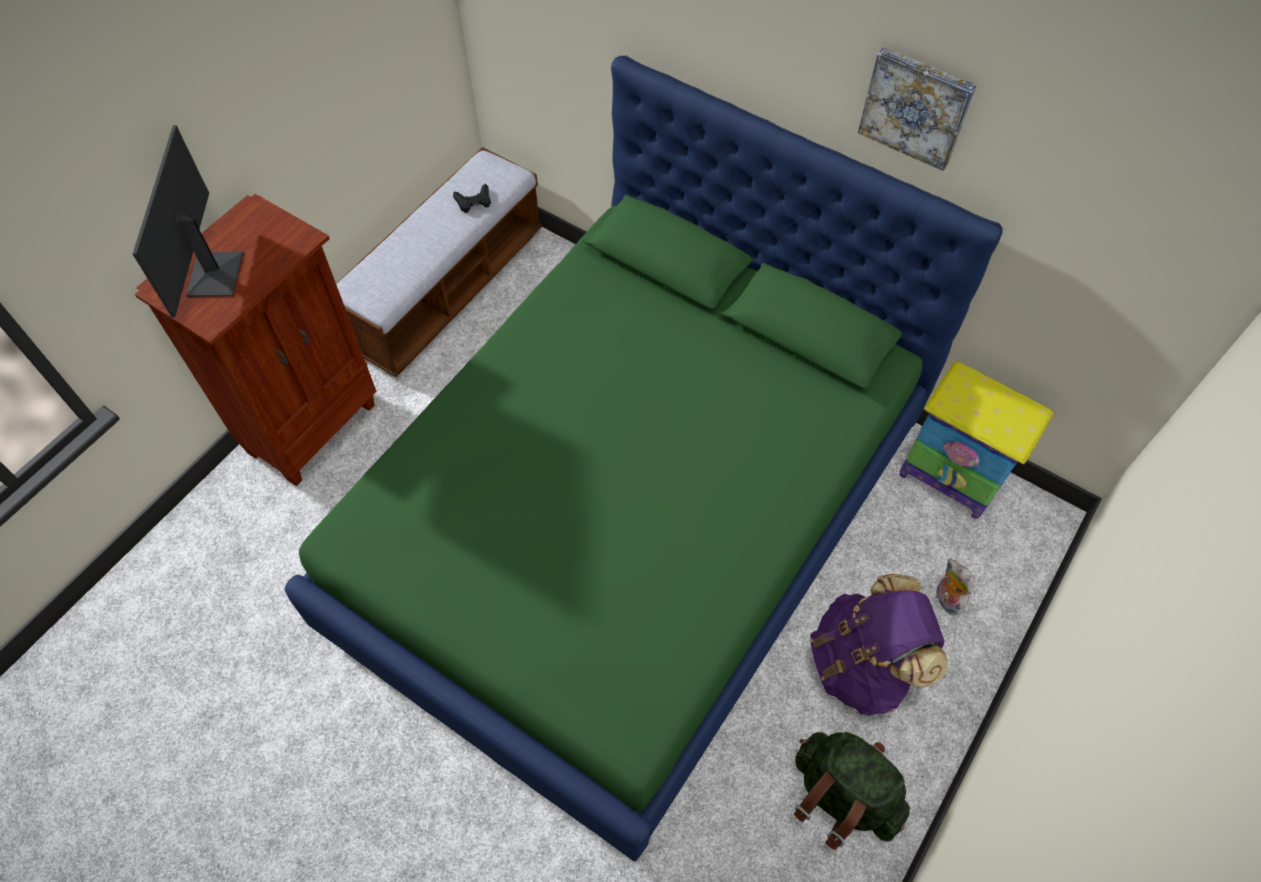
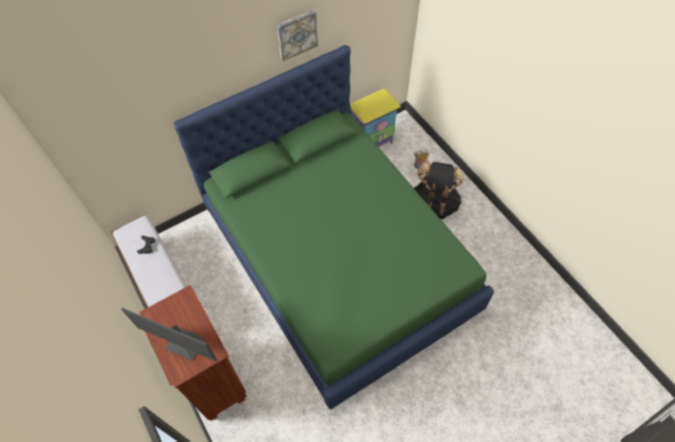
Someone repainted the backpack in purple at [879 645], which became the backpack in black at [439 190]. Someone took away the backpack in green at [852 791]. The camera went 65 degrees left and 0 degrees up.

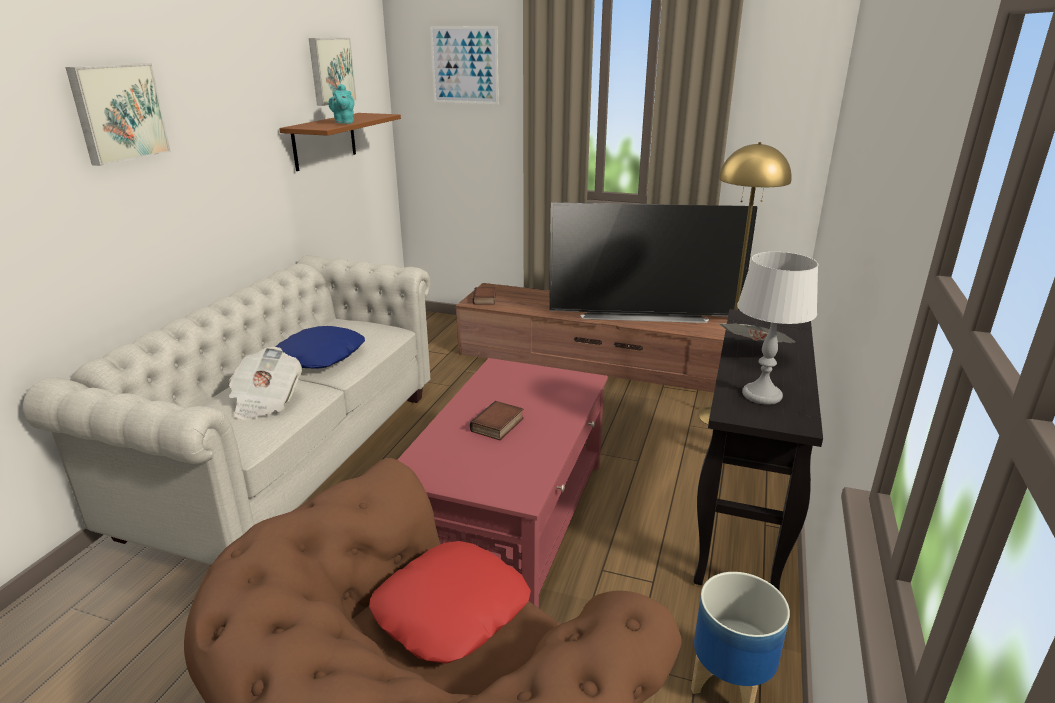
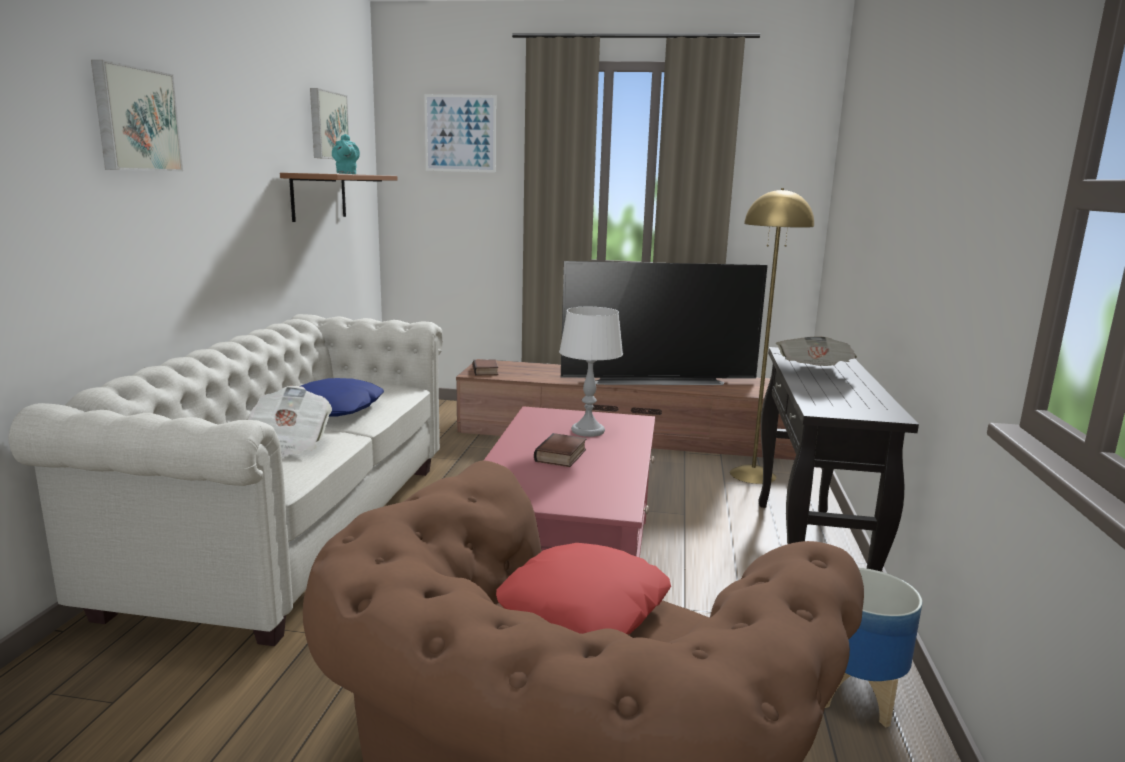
Someone carried the table lamp in grey from [778 328] to [591 372]. The camera went 10 degrees left and 10 degrees down.

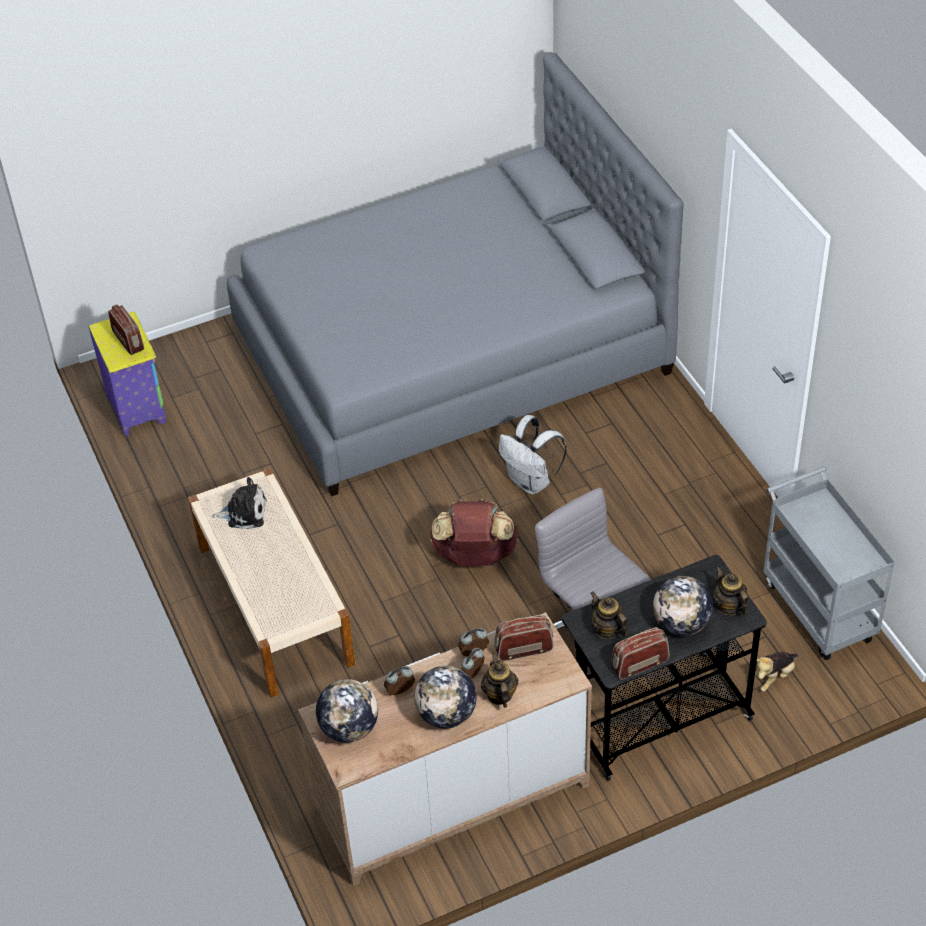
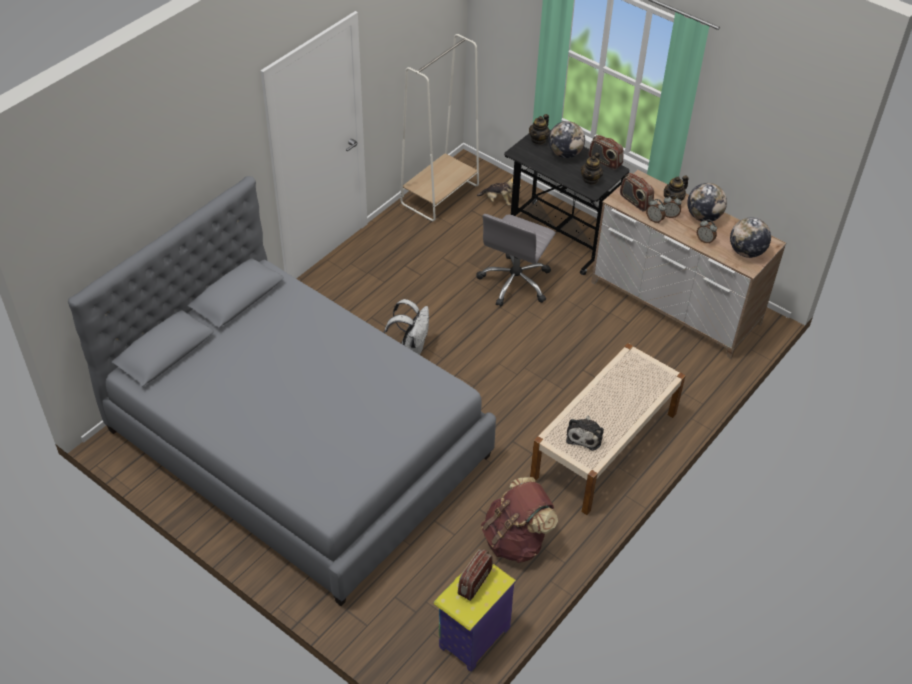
Someone swapped the cart in grey at [829 563] for the clothes rack at [439 127]. Someone rotated the plush toy at [239 503] by 135 degrees counterclockwise. Someone carried the backpack in brown from [474 532] to [519 520]. The camera went 120 degrees left and 0 degrees up.

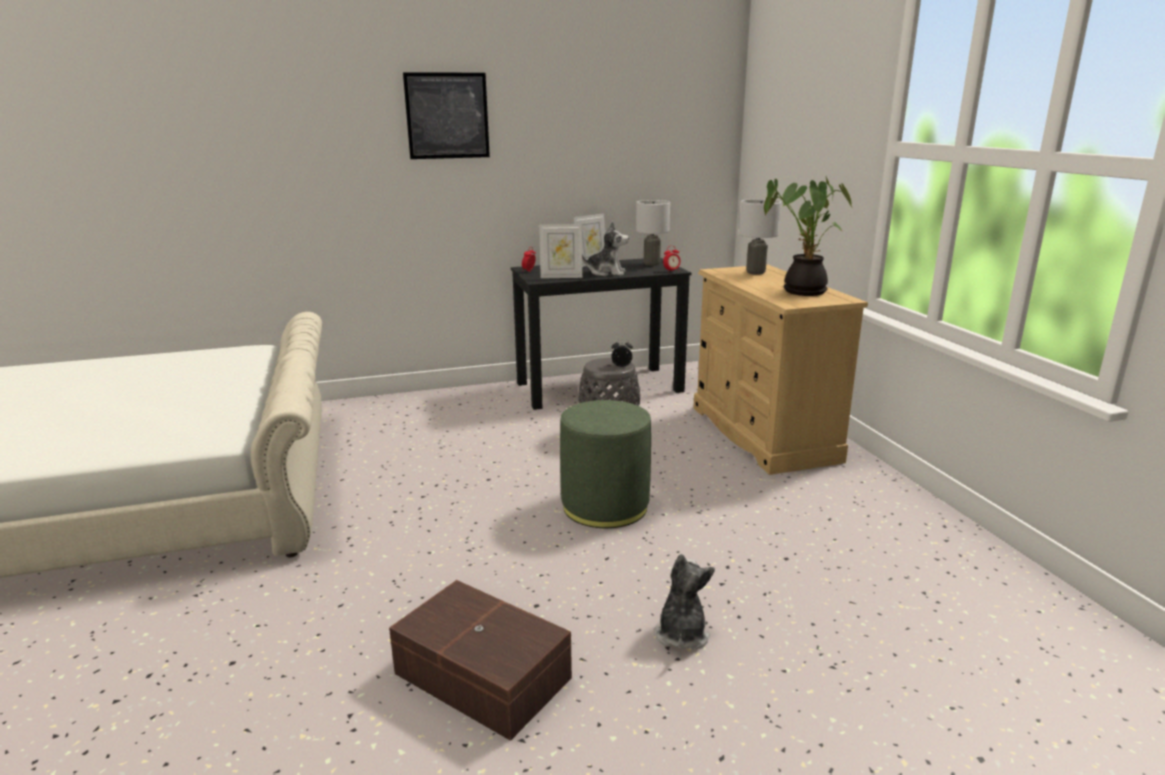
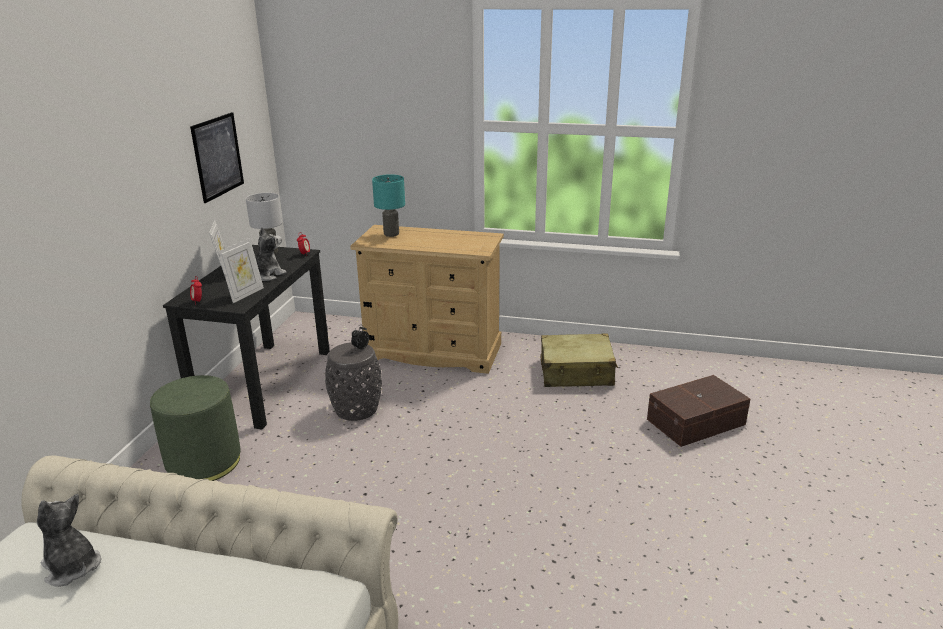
Someone carried the picture from [446 115] to [217 157]. Someone took away the potted plant at [808 236]. Someone repainted the table lamp in white at [760 237], which became the table lamp in turquoise at [388 205]. Someone carried the ottoman in green from [605 464] to [195 428]. Someone carried the plush toy from [685 602] to [69 540]. Someone carried the storage box in brown from [480 660] to [698 411]. Someone put down the suitcase in beige at [579 360]. The camera went 60 degrees left and 5 degrees up.

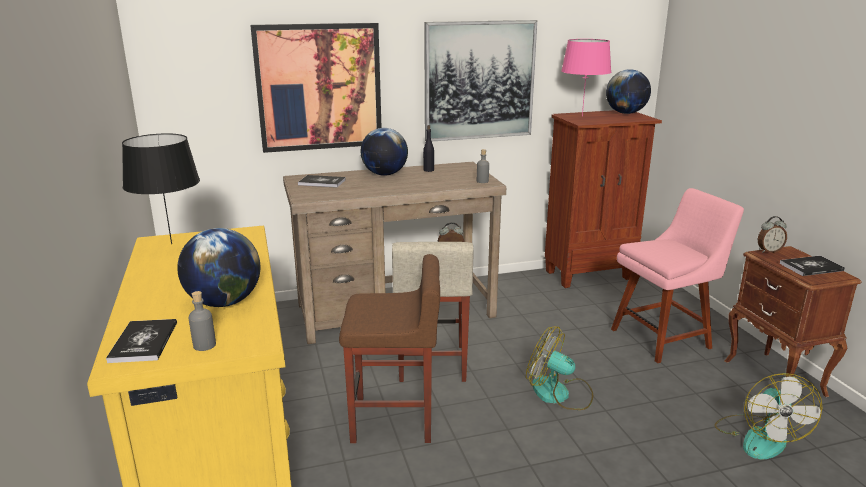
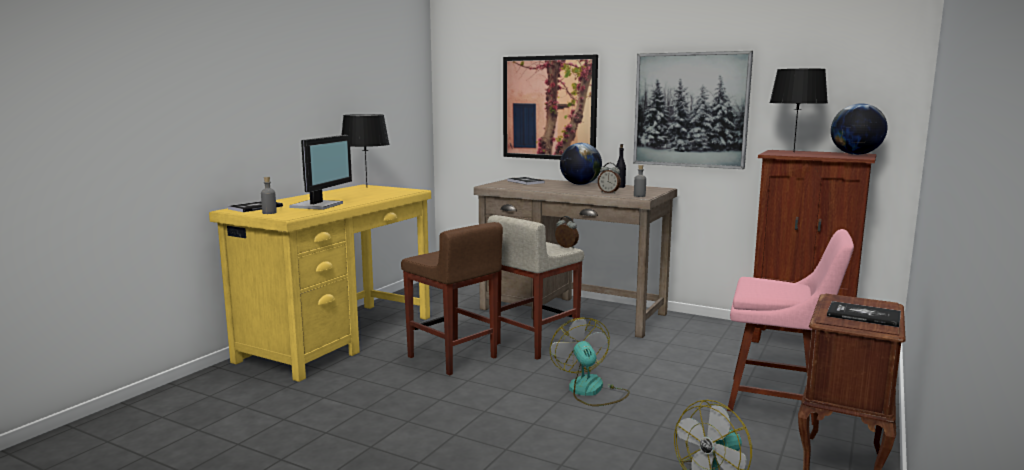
Someone repainted the table lamp in pink at [586 77], which became the table lamp in black at [799 110]. Someone carried the alarm clock from [772 234] to [609 178]. Someone swapped the globe at [218 267] for the monitor at [320 172]. The camera went 45 degrees right and 10 degrees down.

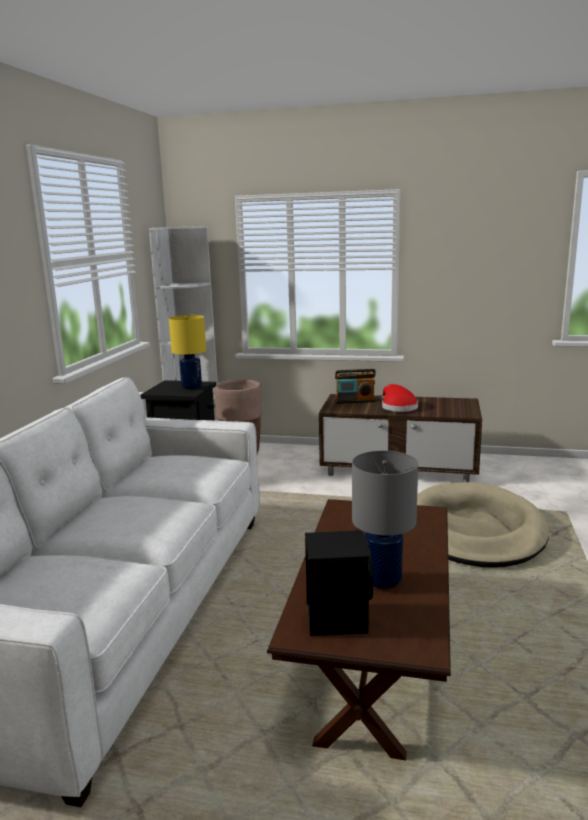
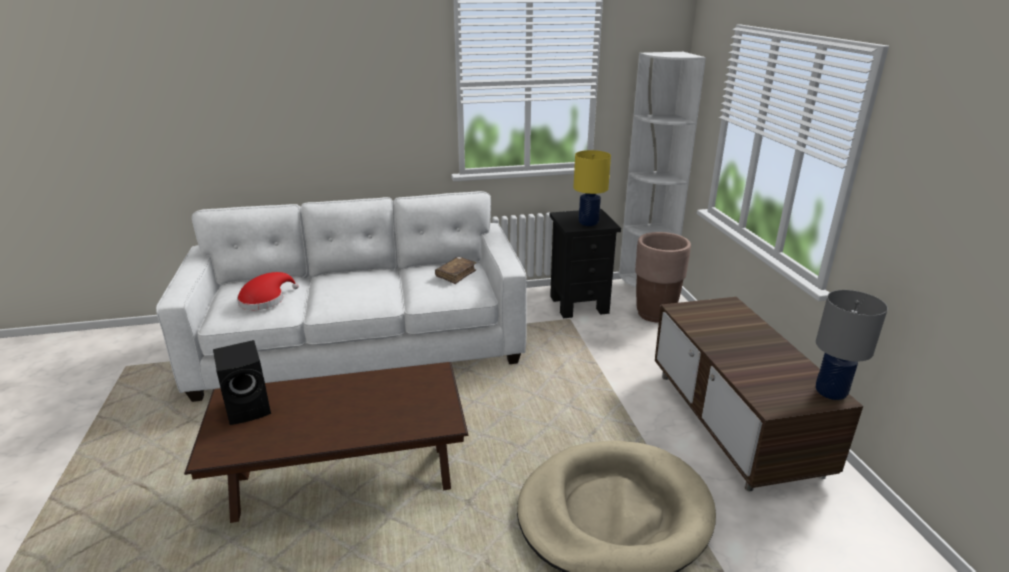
Someone took away the radio at [355 386]. Someone carried the hat in red from [399 398] to [268 291]. Someone carried the table lamp in grey from [385 520] to [852 345]. Someone put down the book in brown at [456 270]. The camera went 65 degrees right and 10 degrees up.

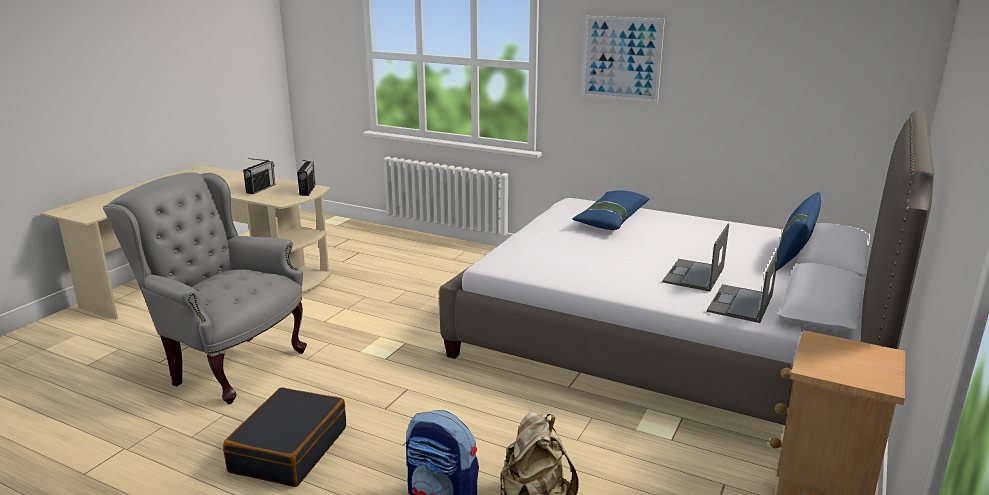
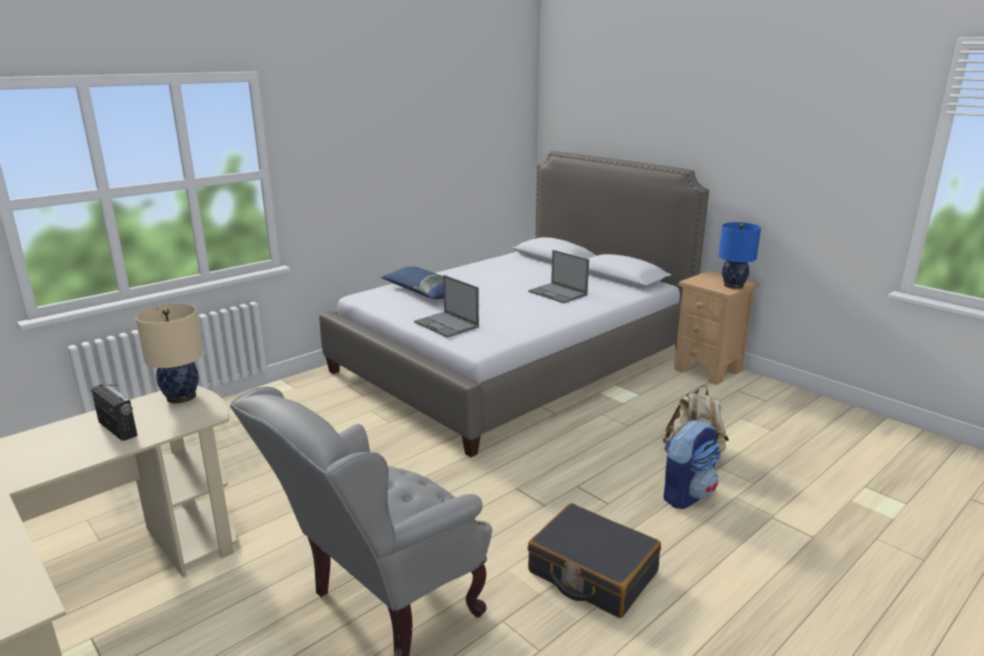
Someone took away the picture at [623 59]. Someone swapped the radio at [306 178] for the table lamp in beige at [169 353]. Someone took away the pillow in blue at [798 231]. Someone carried the laptop from [743 285] to [446 306]. Someone put down the table lamp in blue at [740 255]. The camera went 70 degrees left and 0 degrees up.

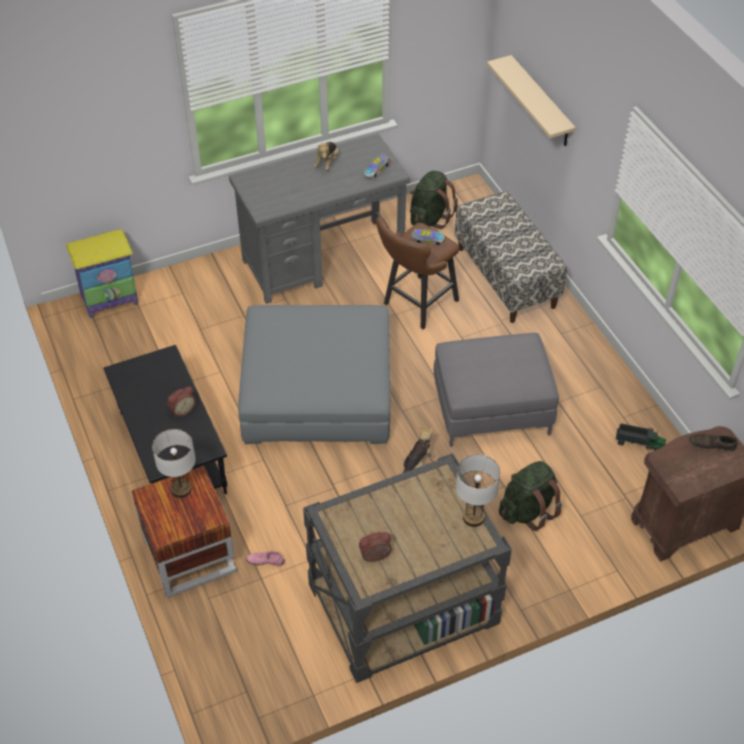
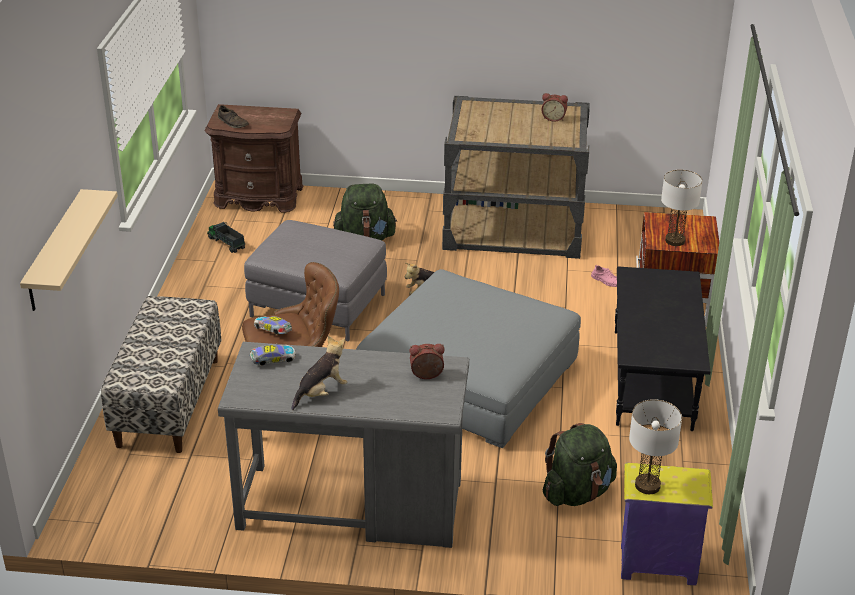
Someone carried the backpack in green from [434 200] to [580 464]. Someone carried the alarm clock from [181 401] to [427 361]. Someone carried the table lamp from [478 490] to [655 446]. The camera went 150 degrees left and 15 degrees down.

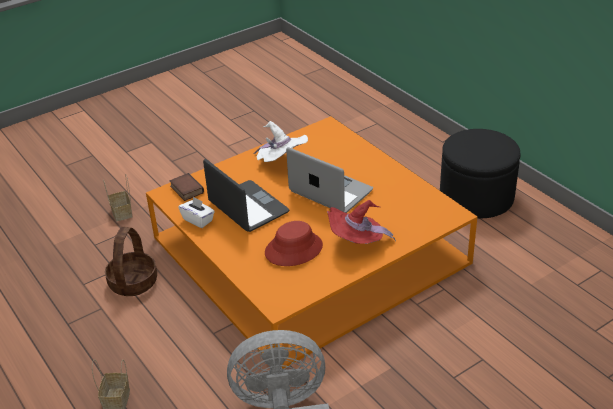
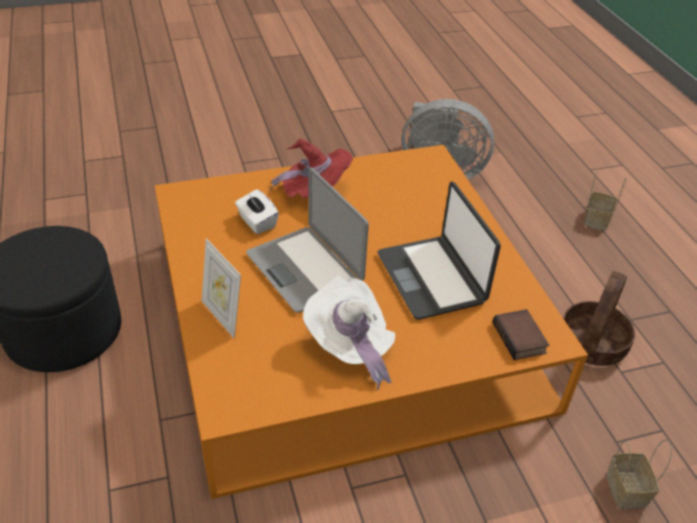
Someone carried the tissue box in white from [196 212] to [257 211]. Someone took away the hat in red at [294 243]. Someone put down the picture frame at [221 288]. The camera went 165 degrees left and 5 degrees up.

